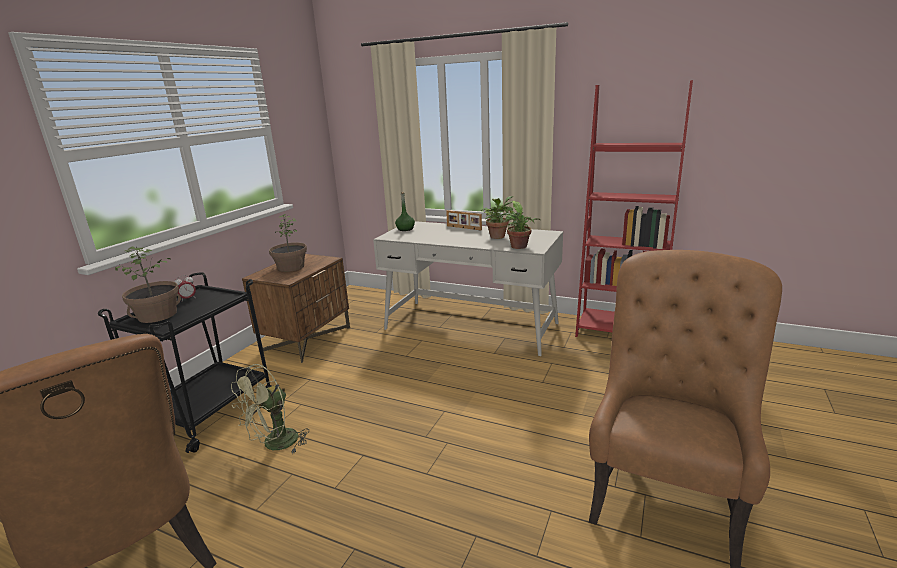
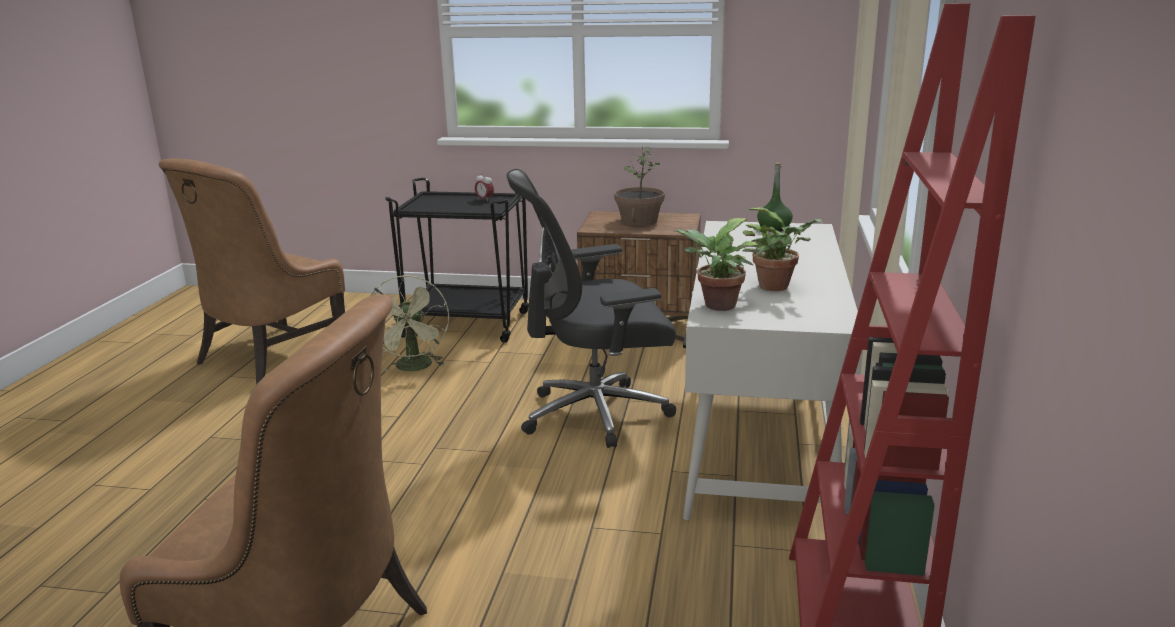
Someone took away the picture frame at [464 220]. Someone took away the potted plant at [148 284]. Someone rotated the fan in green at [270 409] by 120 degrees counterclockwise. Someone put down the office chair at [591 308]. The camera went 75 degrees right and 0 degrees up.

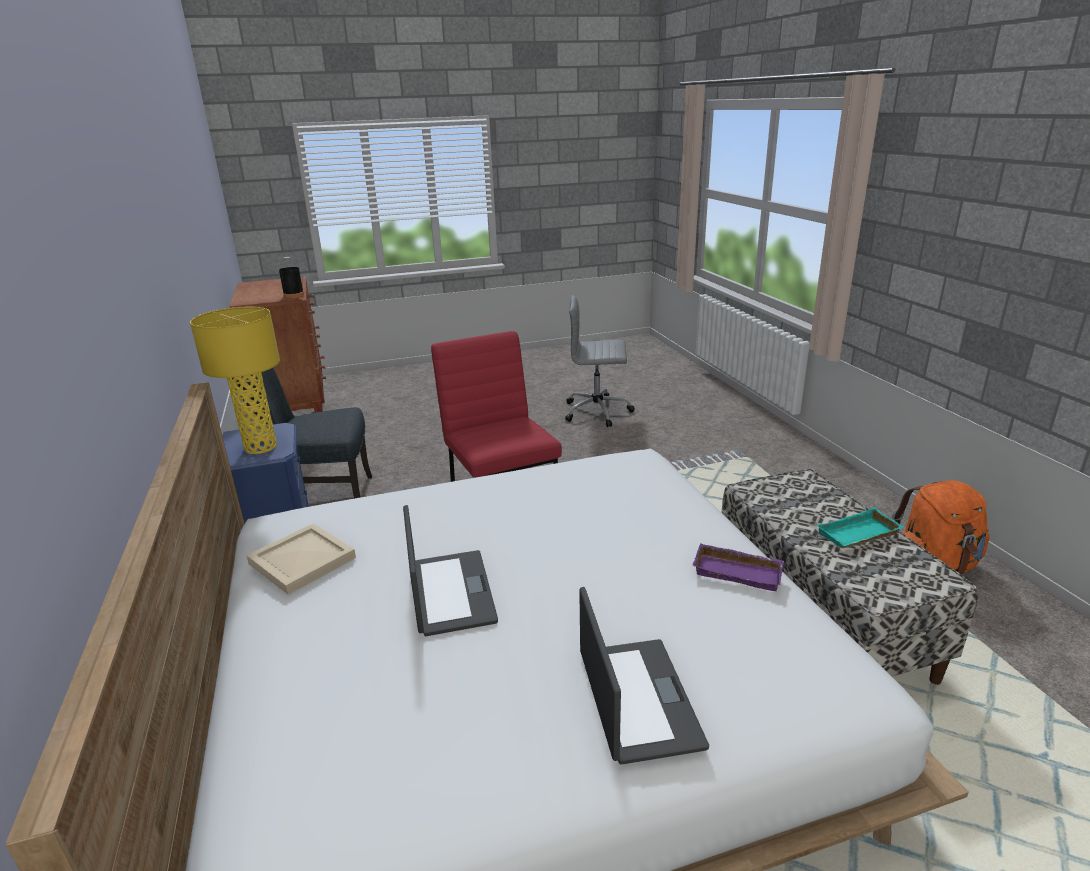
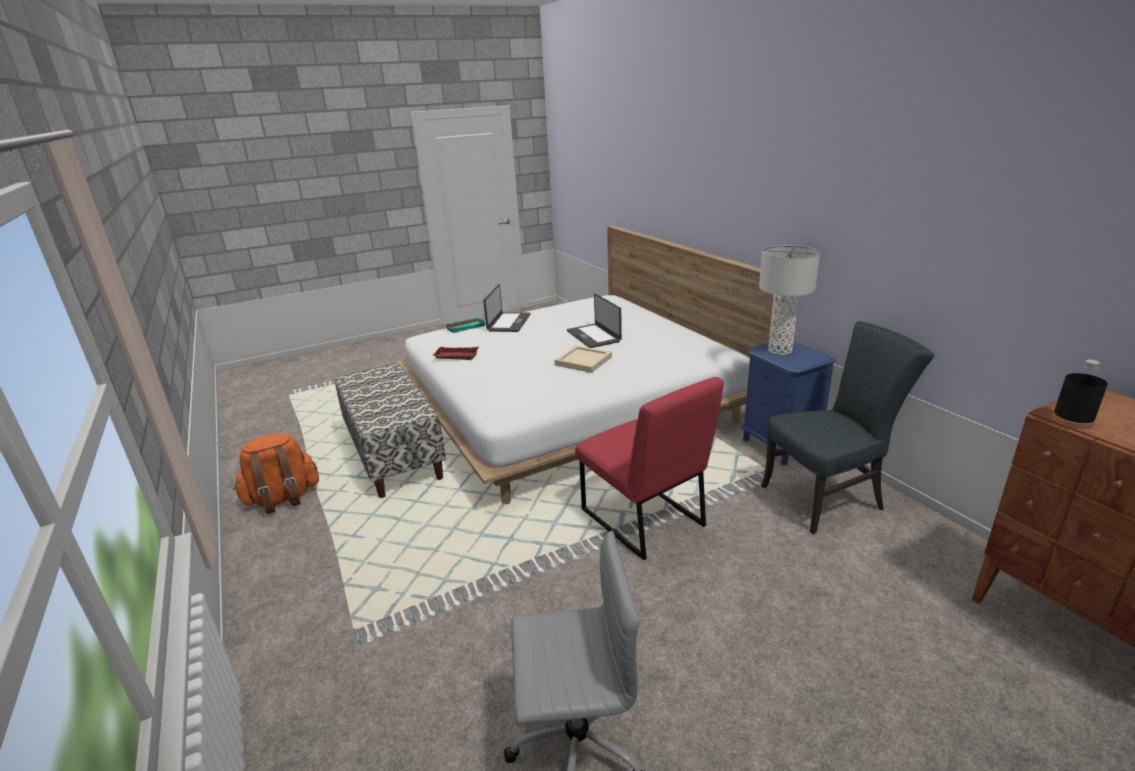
Someone repainted the table lamp in yellow at [235 380], which became the table lamp in white at [789 300]. Someone carried the tray in turquoise from [860 527] to [465 325]. Someone carried the tray in beige from [301 559] to [583 359]. Someone repainted the tray in purple at [738 567], which became the tray in red at [455 353]. Someone rotated the laptop at [644 676] by 150 degrees counterclockwise. The camera went 170 degrees right and 0 degrees up.

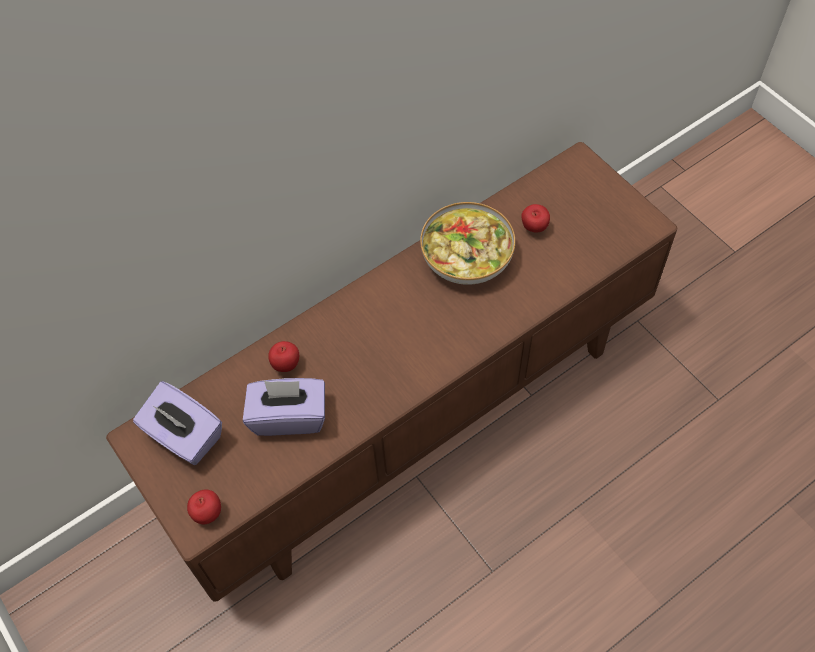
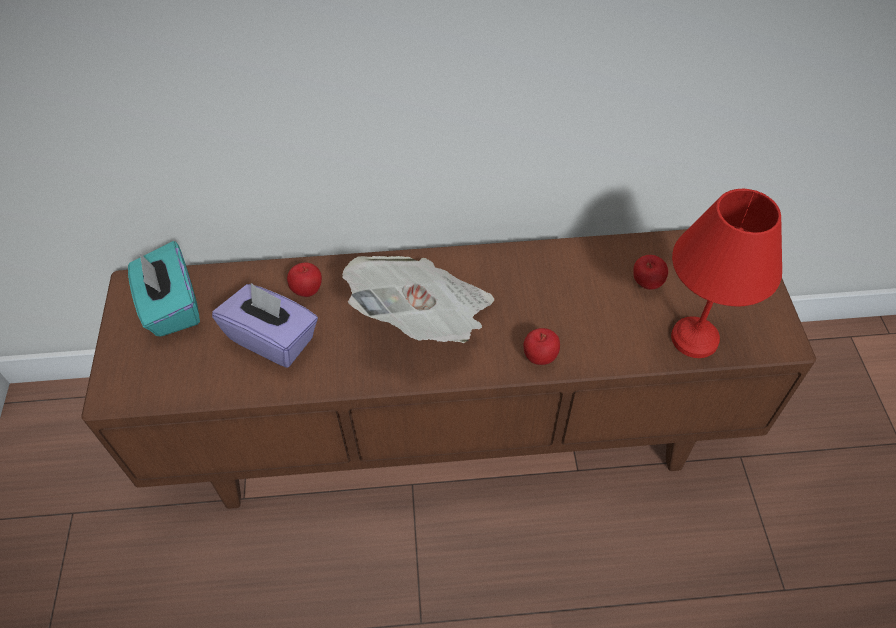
Someone took away the bowl at [467 243]. Someone repainted the tissue box in purple at [177 423], which became the tissue box in turquoise at [164 289]. Someone carried the apple from [204 507] to [542 346]. Someone put down the table lamp in red at [726 273]. Someone put down the newspaper at [418 299]. The camera went 30 degrees right and 5 degrees down.

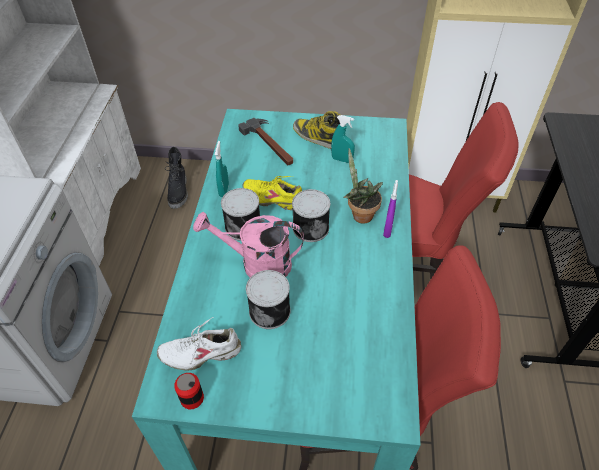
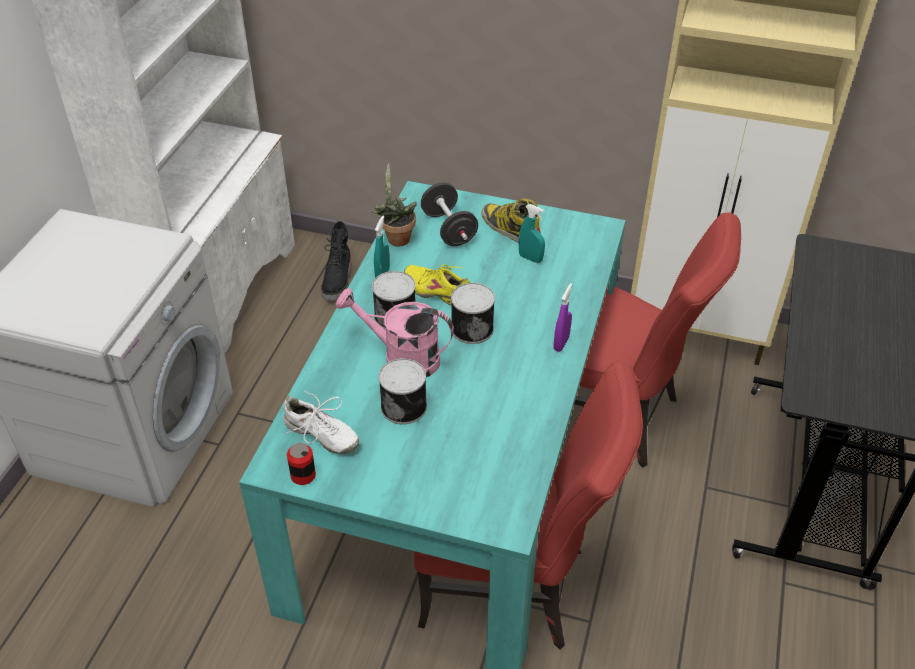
Someone swapped the hammer at [265 142] for the dumbbell in black at [449 214]. Someone carried the potted plant from [363 186] to [394 204]. Someone rotated the shoe in white at [199 344] by 150 degrees counterclockwise. The camera went 10 degrees right and 5 degrees down.

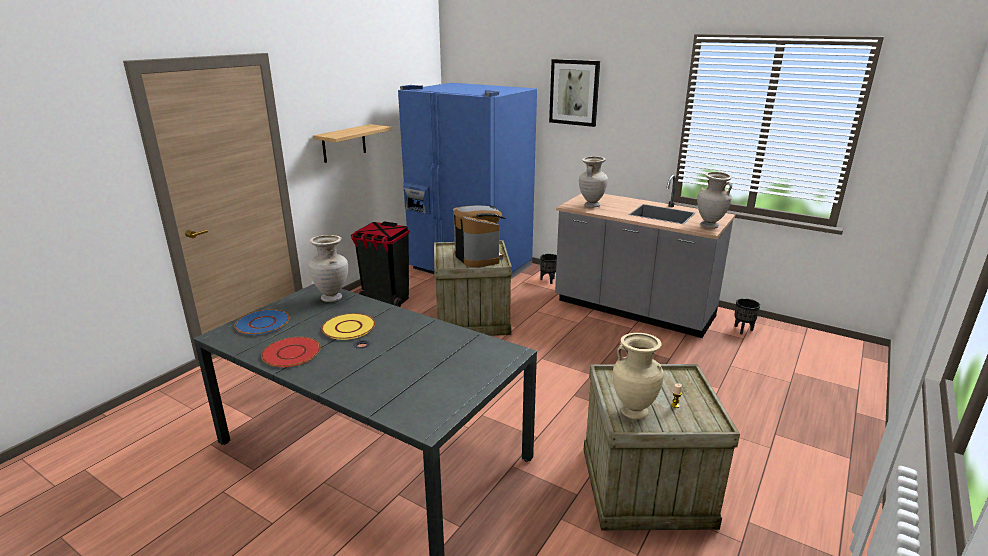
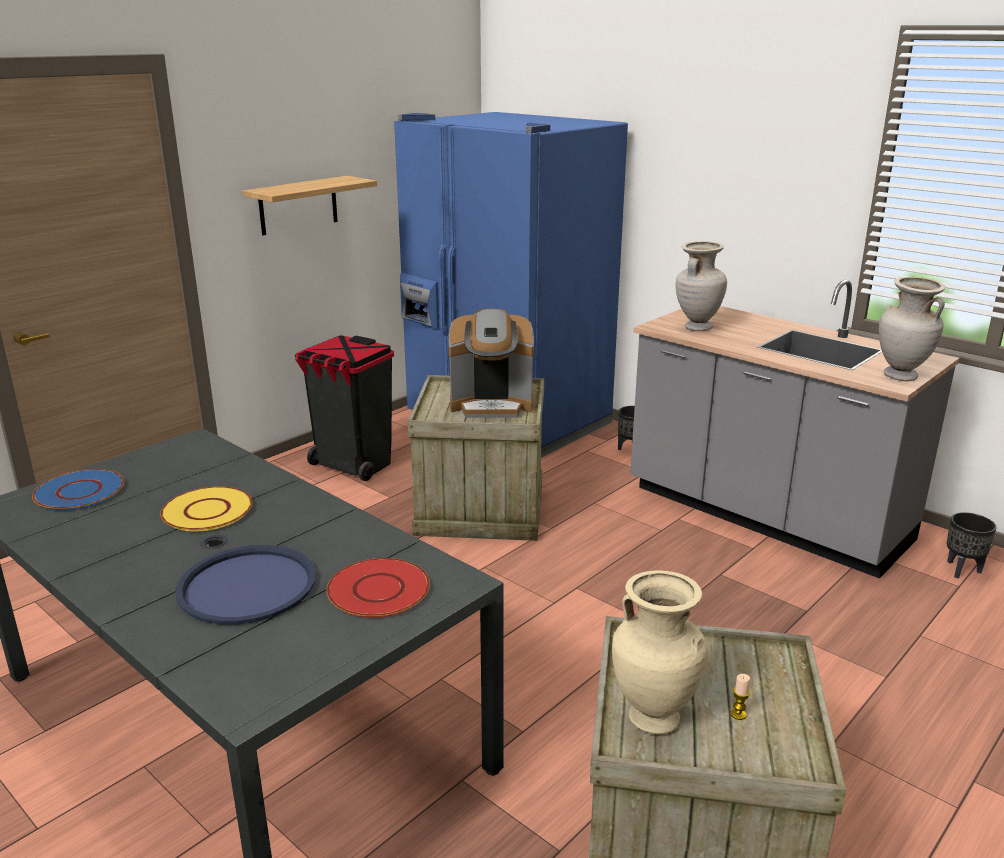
Someone took away the picture at [574 93]. Someone rotated the coffee machine at [479 236] by 105 degrees clockwise. Someone took away the vase in beige at [328 268]. Someone carried the plate in red from [291 352] to [378 588]. Someone put down the tray in blue at [245 585]. The camera went 10 degrees right and 0 degrees up.

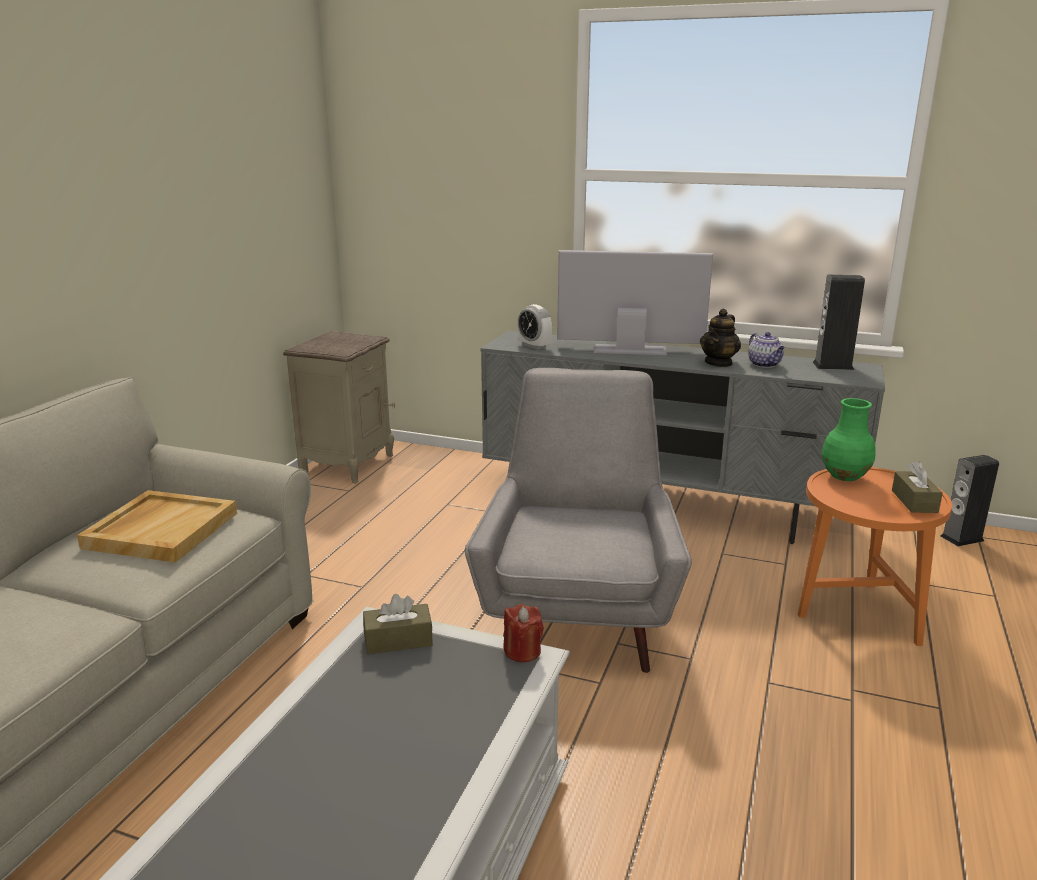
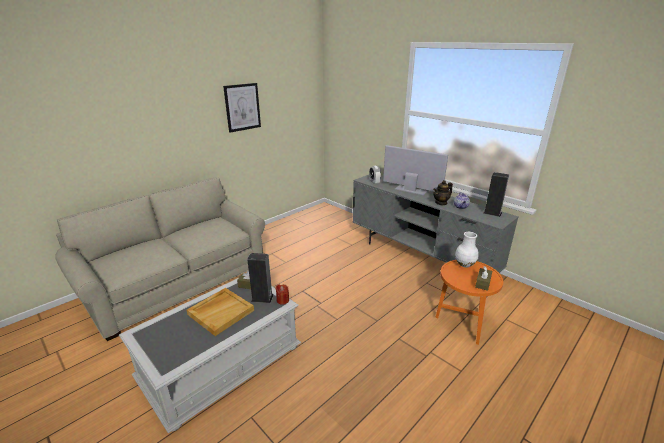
Someone took away the nightstand in beige at [339 407]. Someone took away the armchair in grey at [578 520]. Someone repainted the vase in green at [849 439], which became the vase in white at [467 249]. Someone carried the speaker from [970 500] to [260 278]. Someone carried the tray in beige from [157 526] to [220 312]. Someone put up the picture at [242 108]. The camera went 25 degrees right and 5 degrees up.

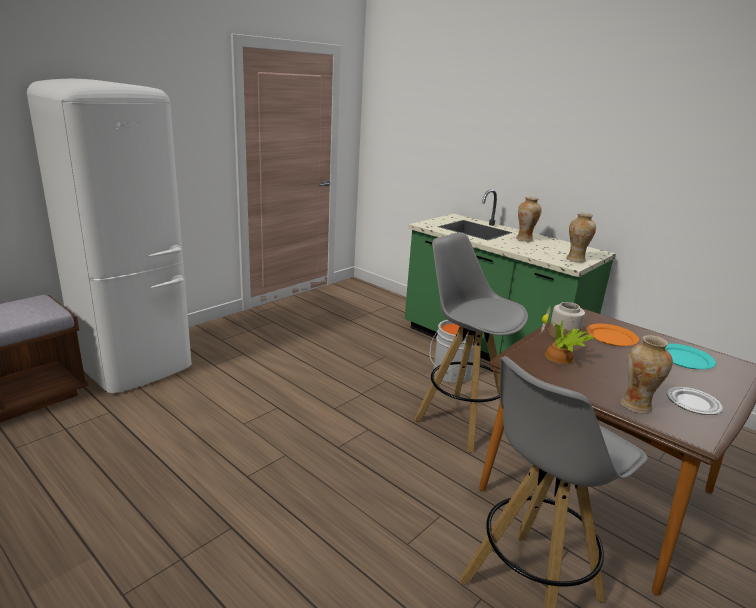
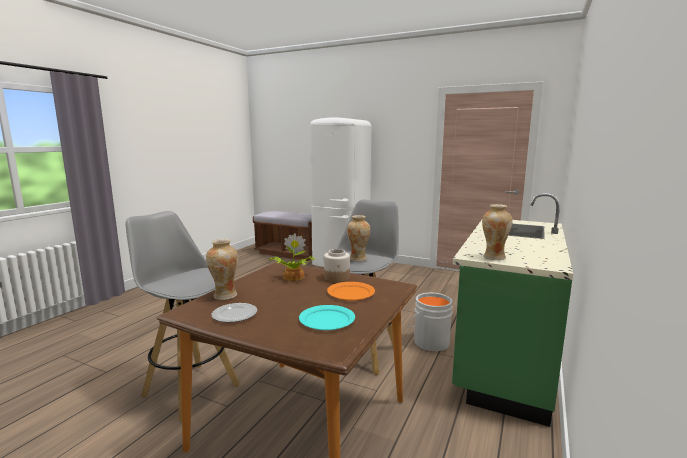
Someone carried the vase from [529 219] to [359 238]. The camera went 75 degrees right and 10 degrees down.

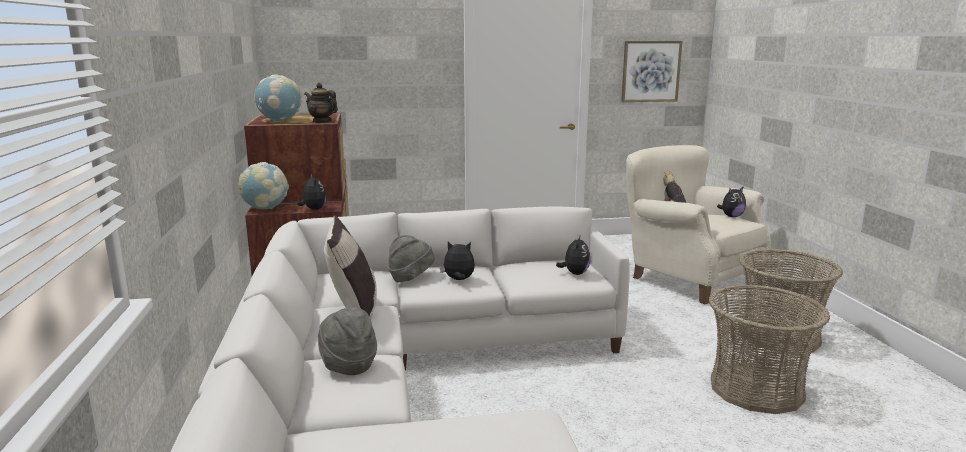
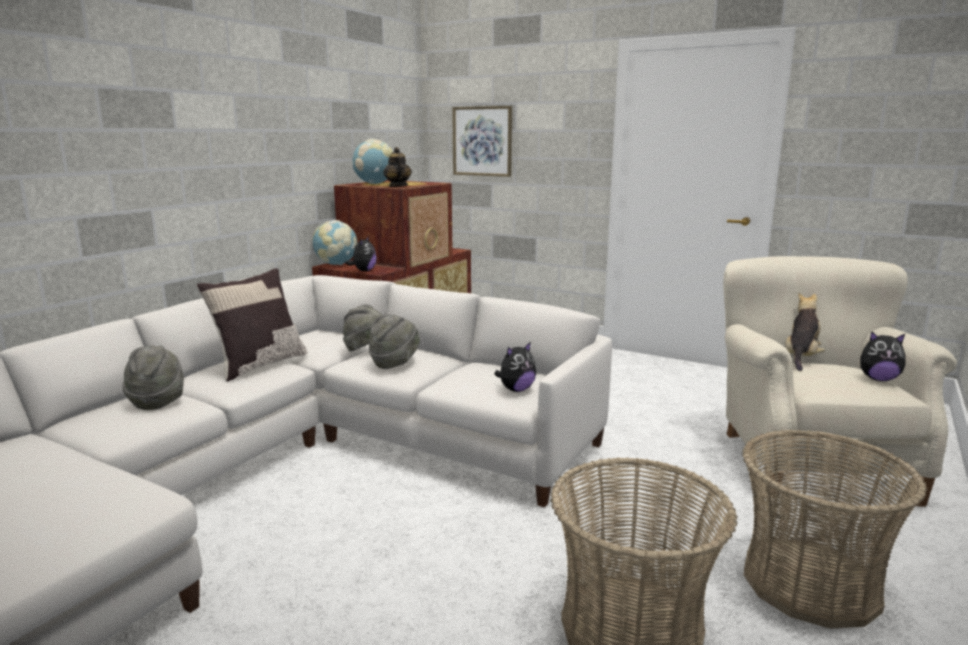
Someone carried the picture from [651 71] to [482 141]. Someone swapped the plush toy at [457 261] for the hat in grey at [394 342]. The camera went 40 degrees right and 0 degrees up.

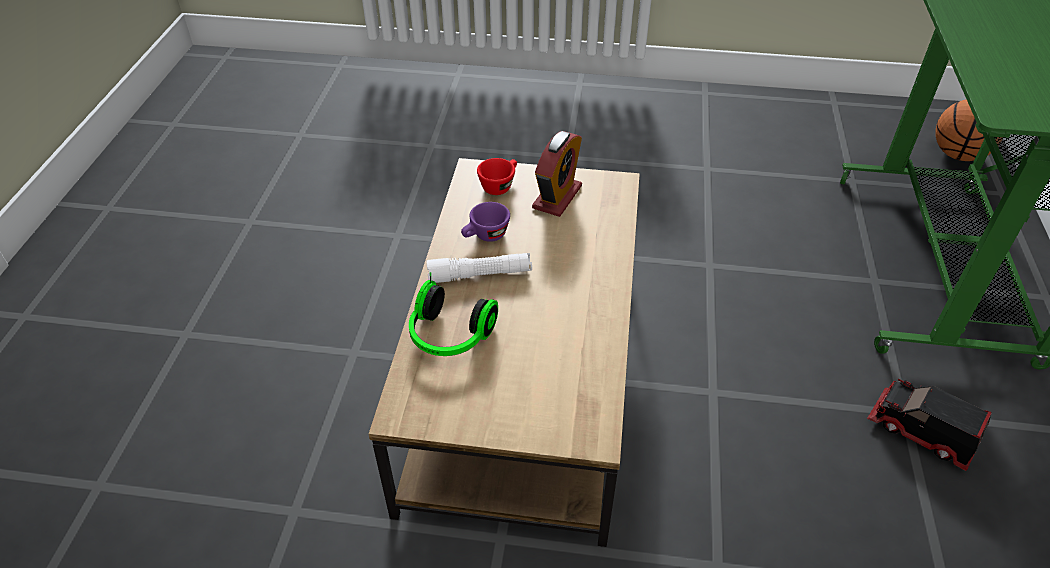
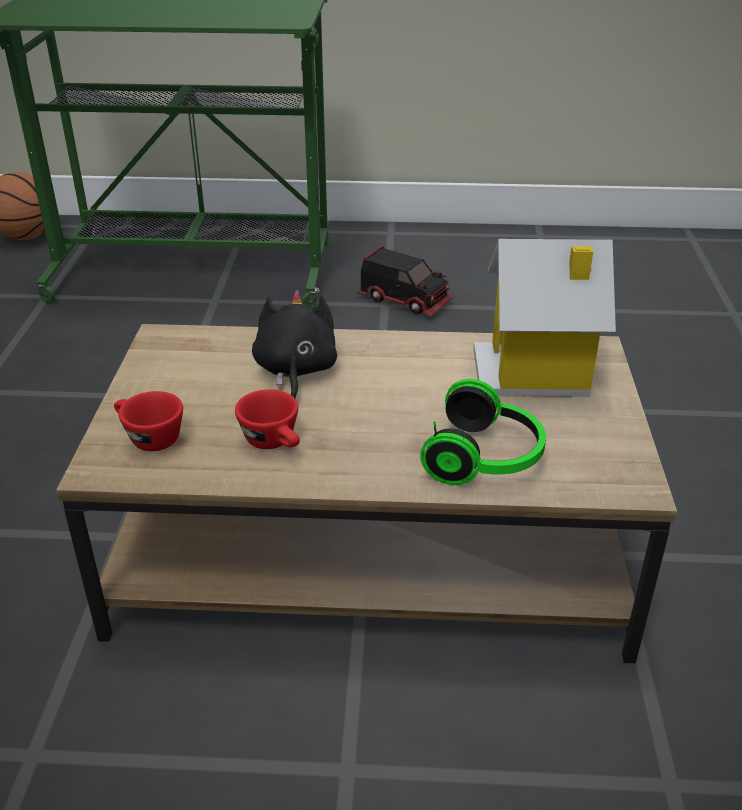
Someone took away the alarm clock at [557 174]. Someone repainted the cup in purple at [485 222], which became the cup in red at [267 419]. Someone took away the flashlight in white at [479 268]. Someone rotated the toy truck at [929 424] by 90 degrees counterclockwise. Someone put down the toy house at [544 318]. Someone put down the plush toy in black at [294 344]. The camera went 95 degrees left and 10 degrees down.

